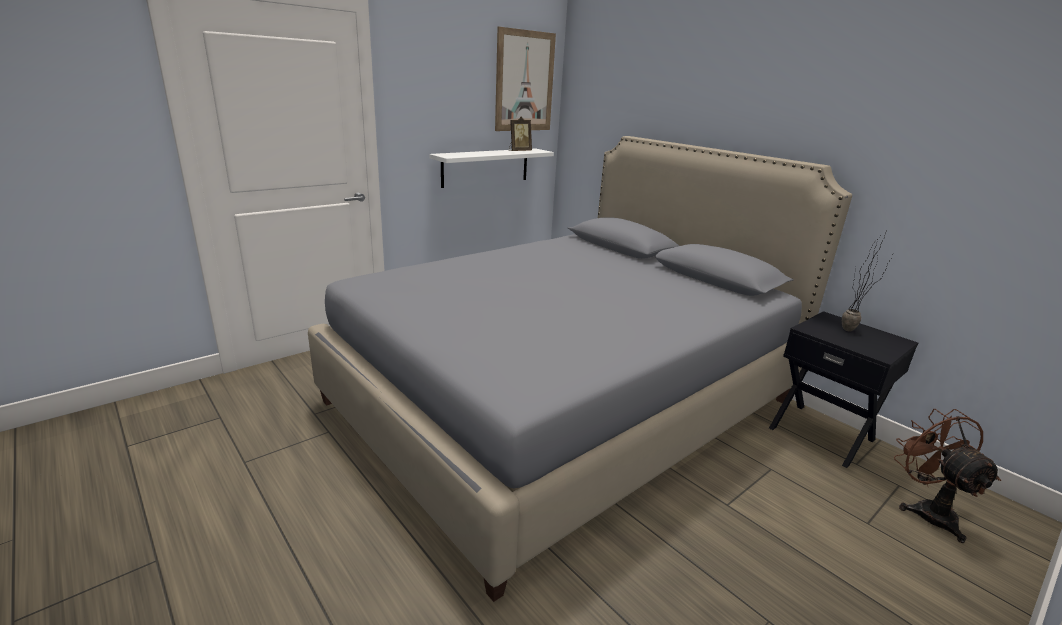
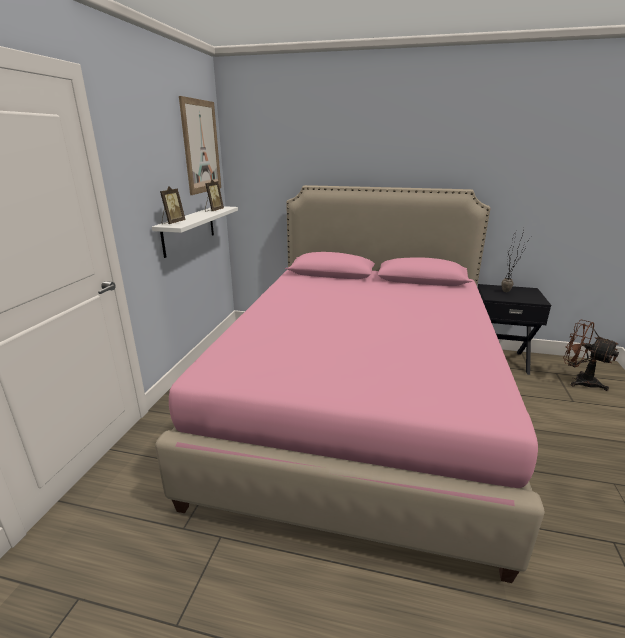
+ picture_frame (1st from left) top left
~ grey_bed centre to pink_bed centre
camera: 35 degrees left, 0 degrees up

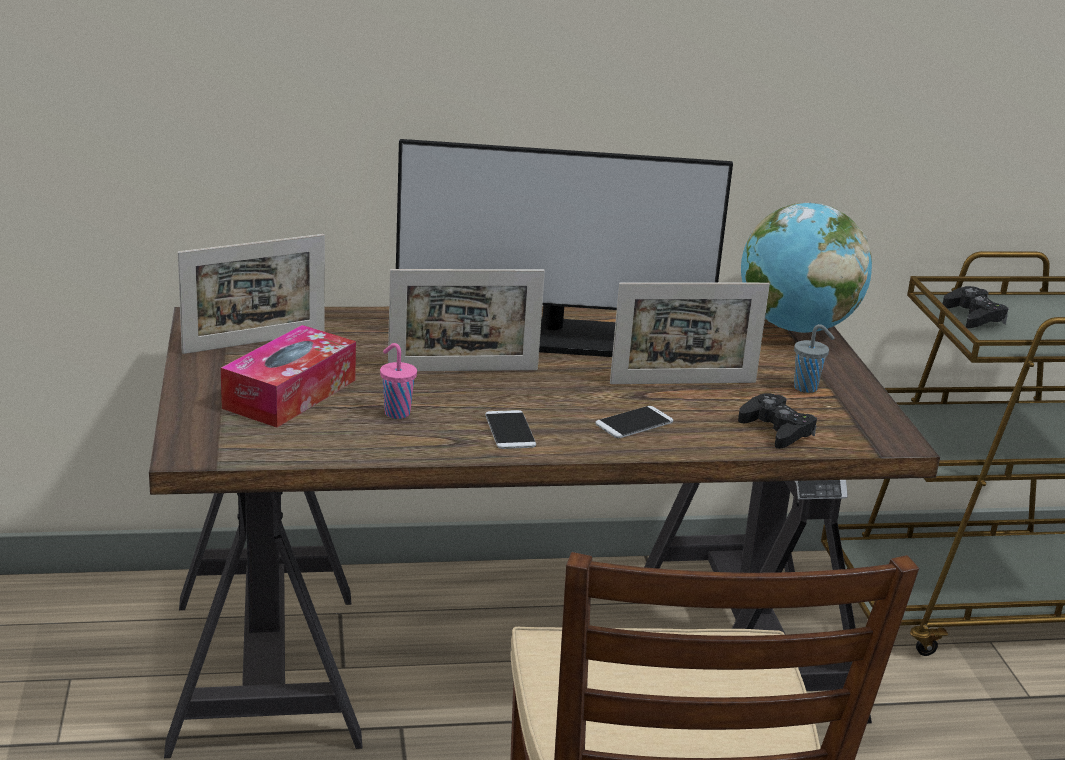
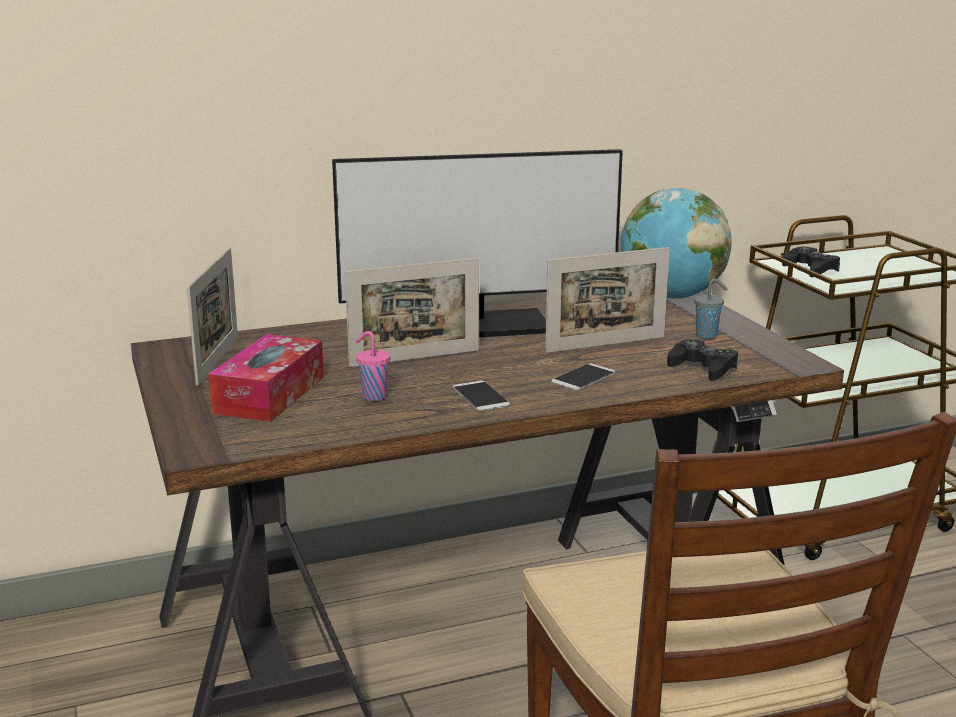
~ picture_frame (1st from left) middle left = middle left 45 degrees counterclockwise
camera: 10 degrees left, 5 degrees down

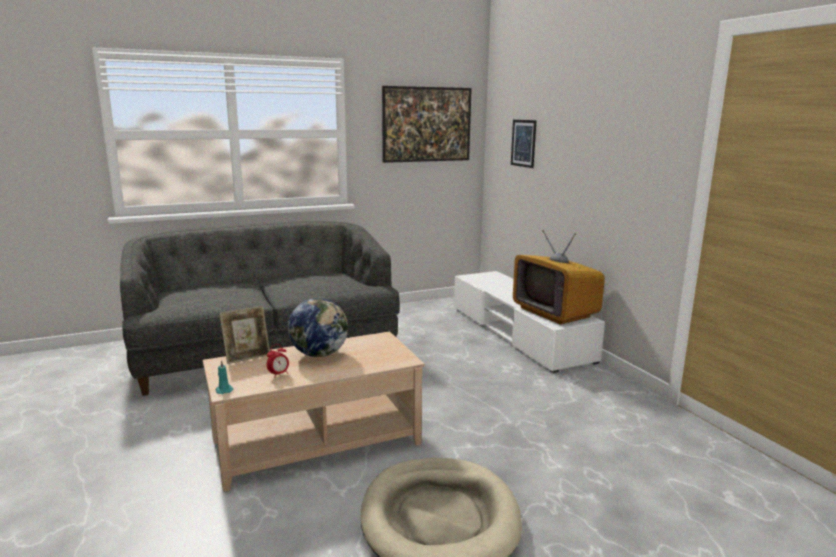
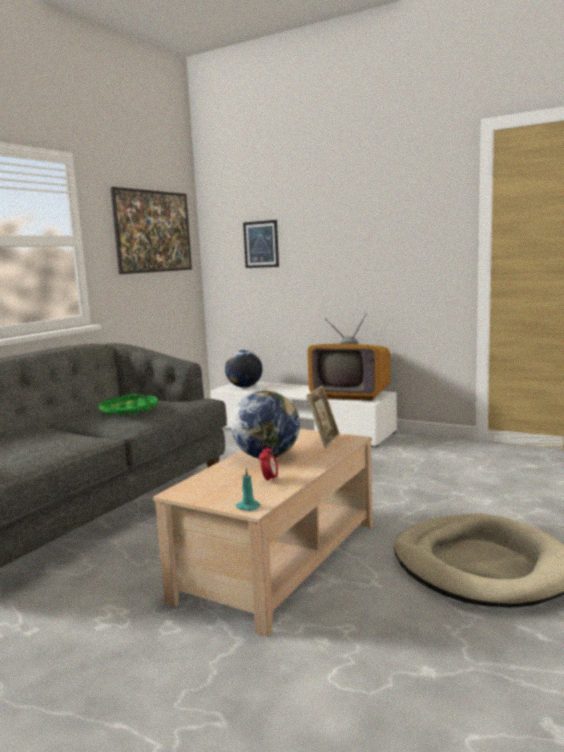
+ green_tray middle left
+ globe (1st from left) centre
~ picture_frame middle left to centre
camera: 35 degrees left, 5 degrees down

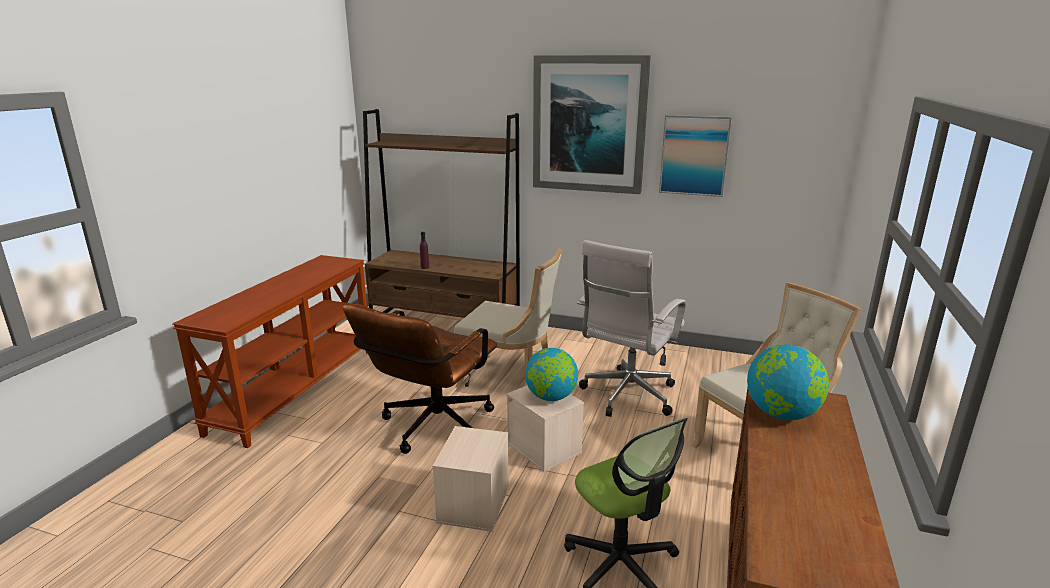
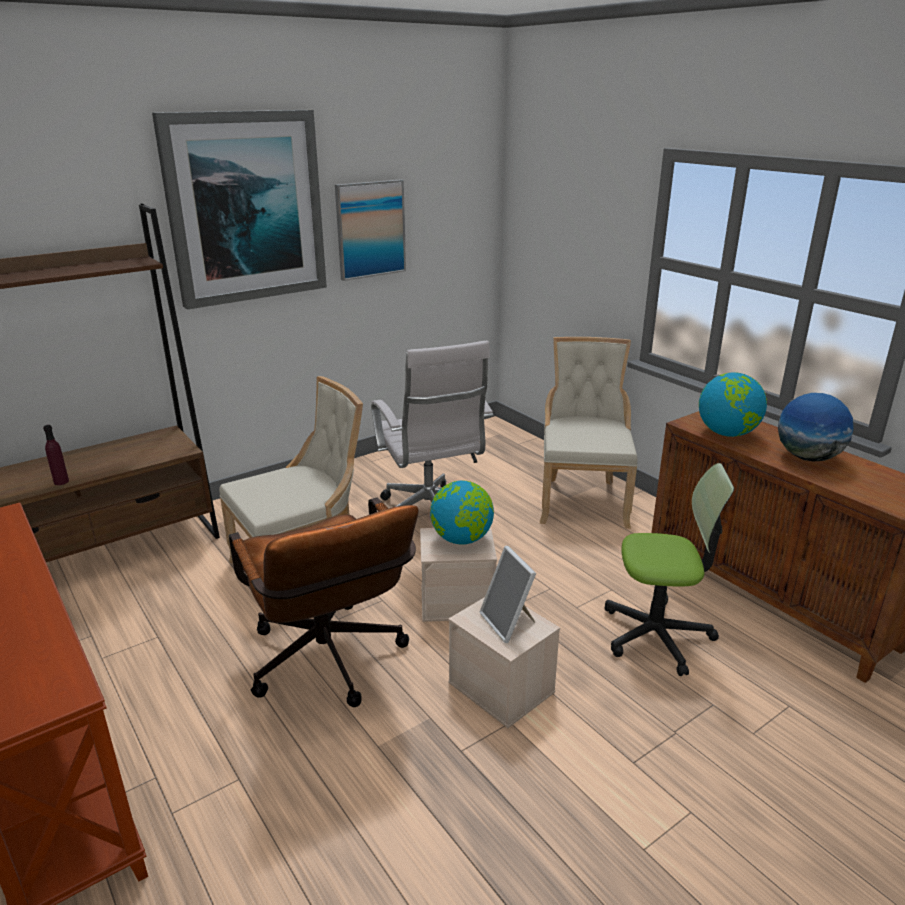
+ picture_frame centre
+ globe (3rd from left) middle right
camera: 55 degrees left, 5 degrees up

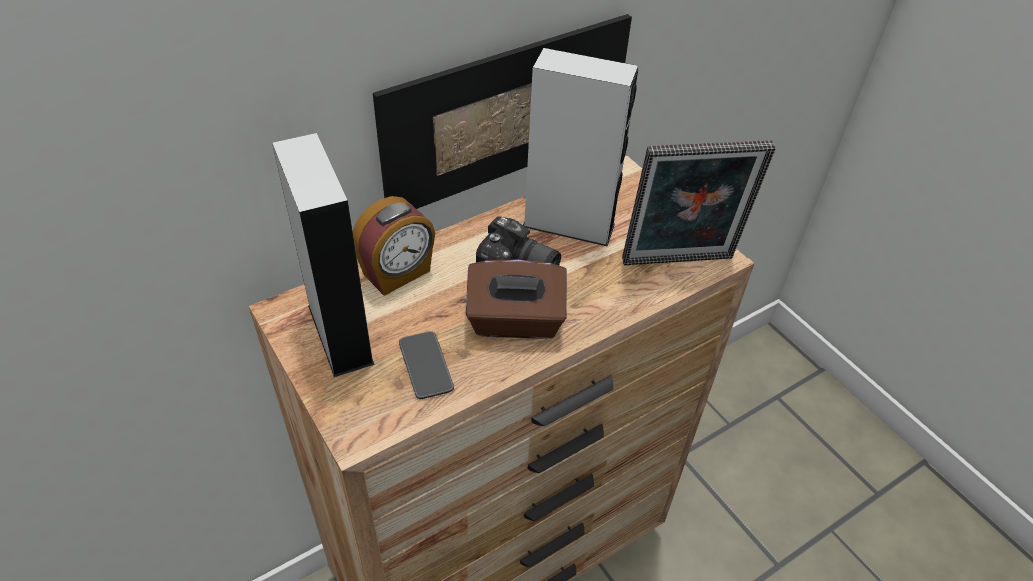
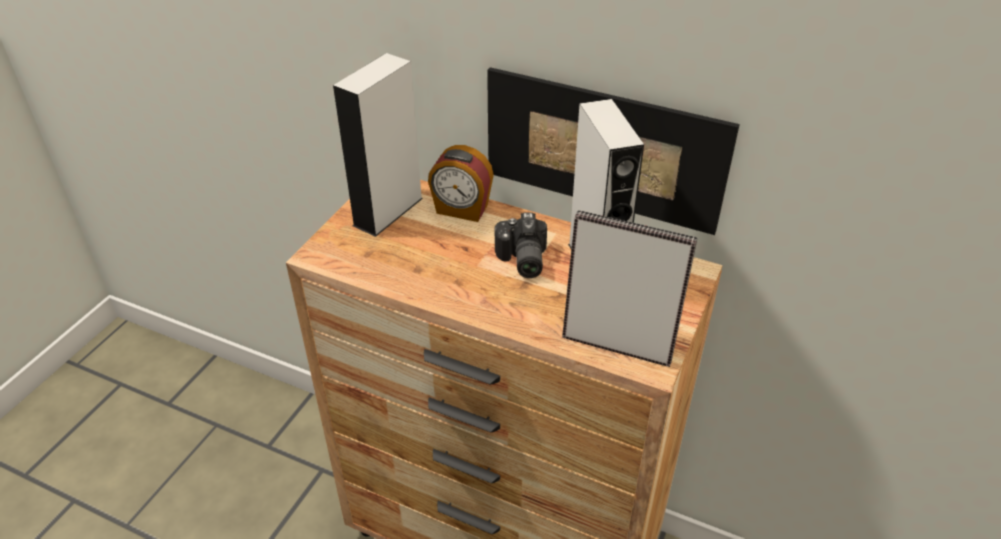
- phone centre
- brown_tissue_box centre
~ picture_frame middle right = centre 150 degrees clockwise
camera: 60 degrees right, 5 degrees down

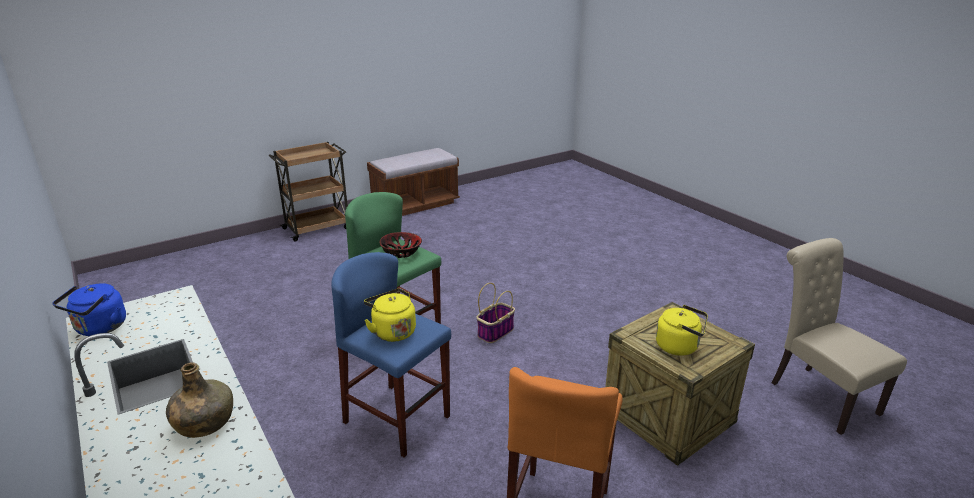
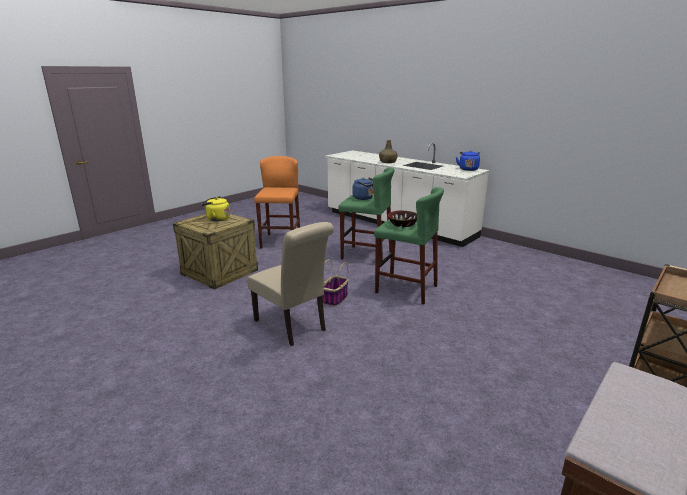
~ beige_chair bottom right to centre
~ blue_stool bottom centre to green_stool (1st from left) centre
~ yellow_kettle (1st from left) centre to blue_kettle (1st from left) centre
camera: 165 degrees right, 5 degrees down

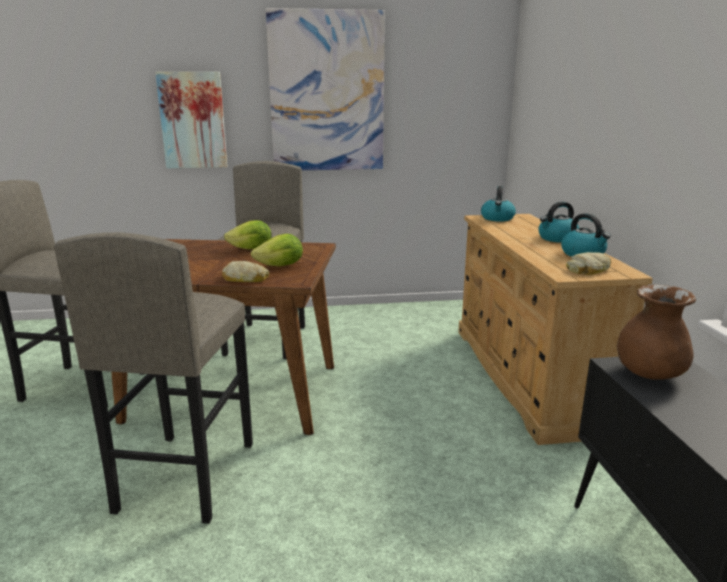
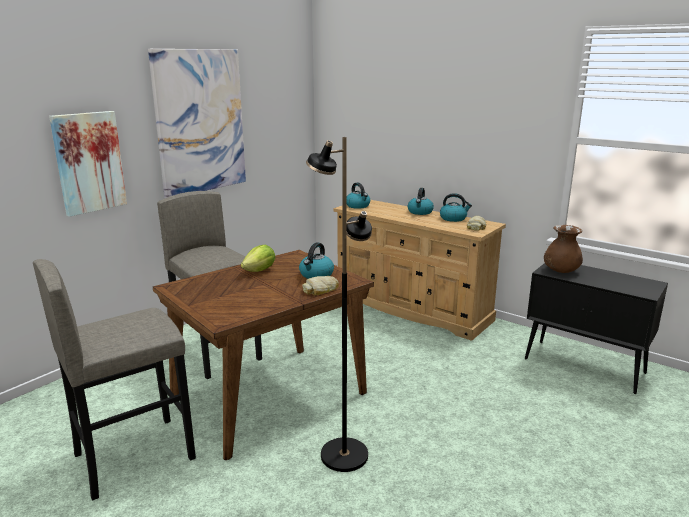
~ grey_stool (2nd from left) middle left to black_floor_lamp centre
~ lettuce (2nd from left) centre to kettle (1st from left) centre
camera: 45 degrees left, 0 degrees up

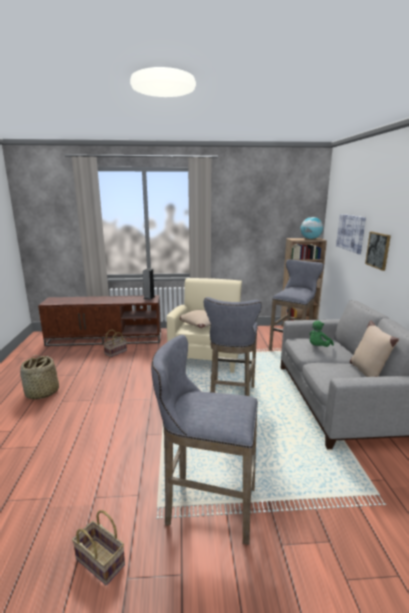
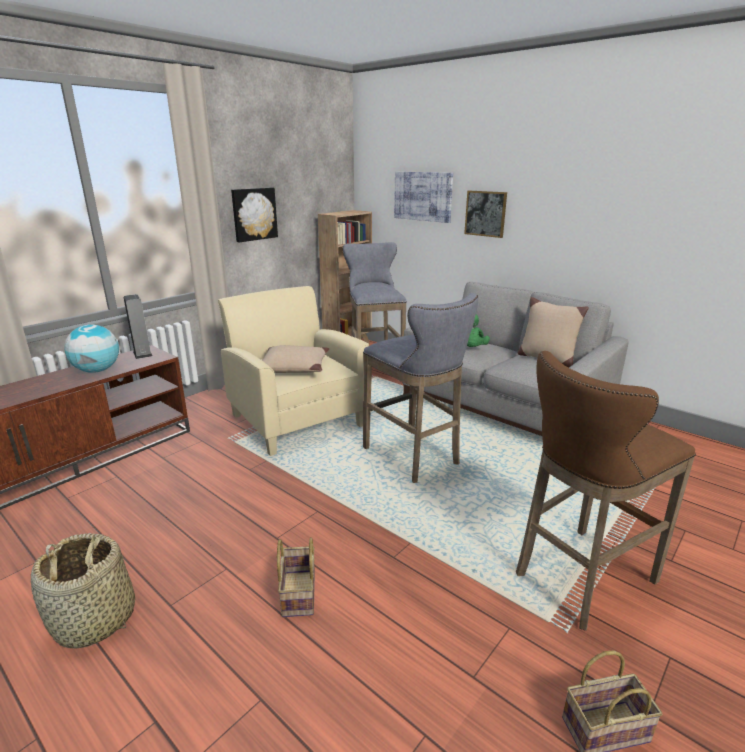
+ picture (1st from left) top centre
~ basket (3rd from left in the first image) middle left to basket (2nd from left) bottom centre
~ globe middle right to middle left
~ grey_stool (1st from left) bottom centre to brown_stool middle right
camera: 45 degrees left, 5 degrees up

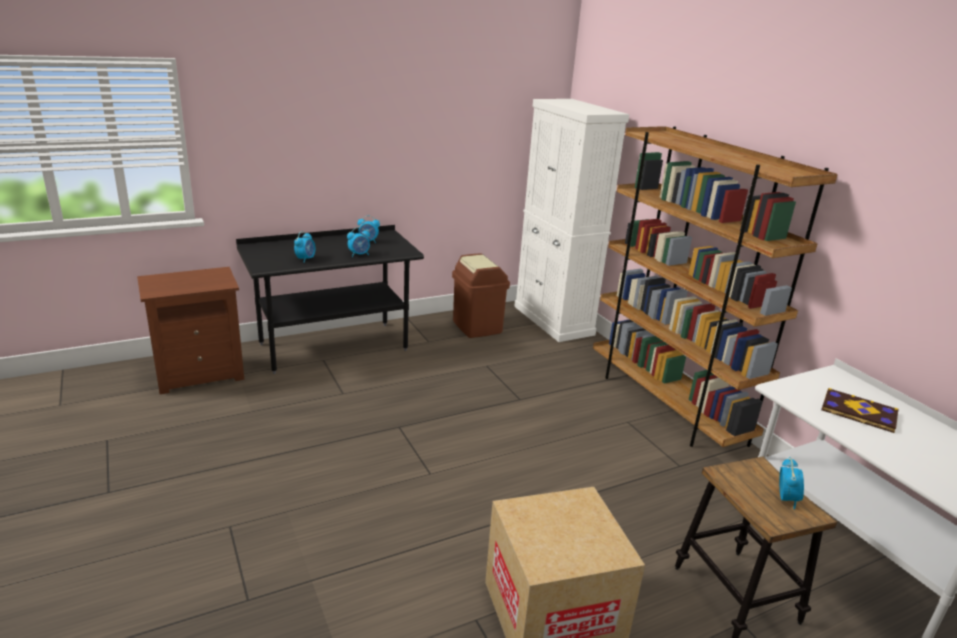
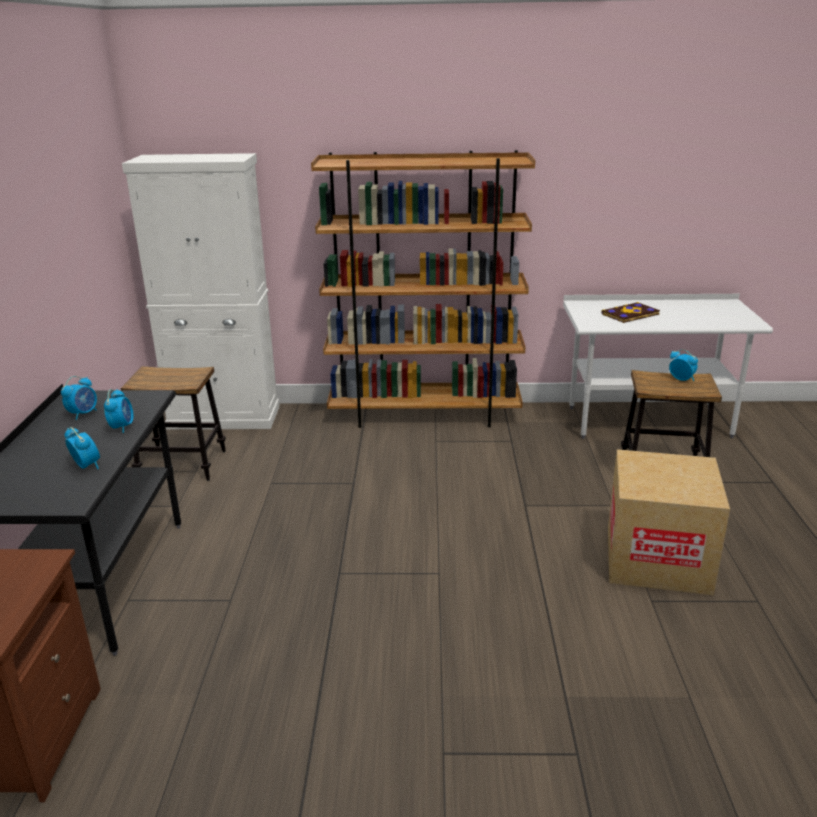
~ brown_trash_can centre to stool (1st from left) middle left
camera: 60 degrees left, 0 degrees up

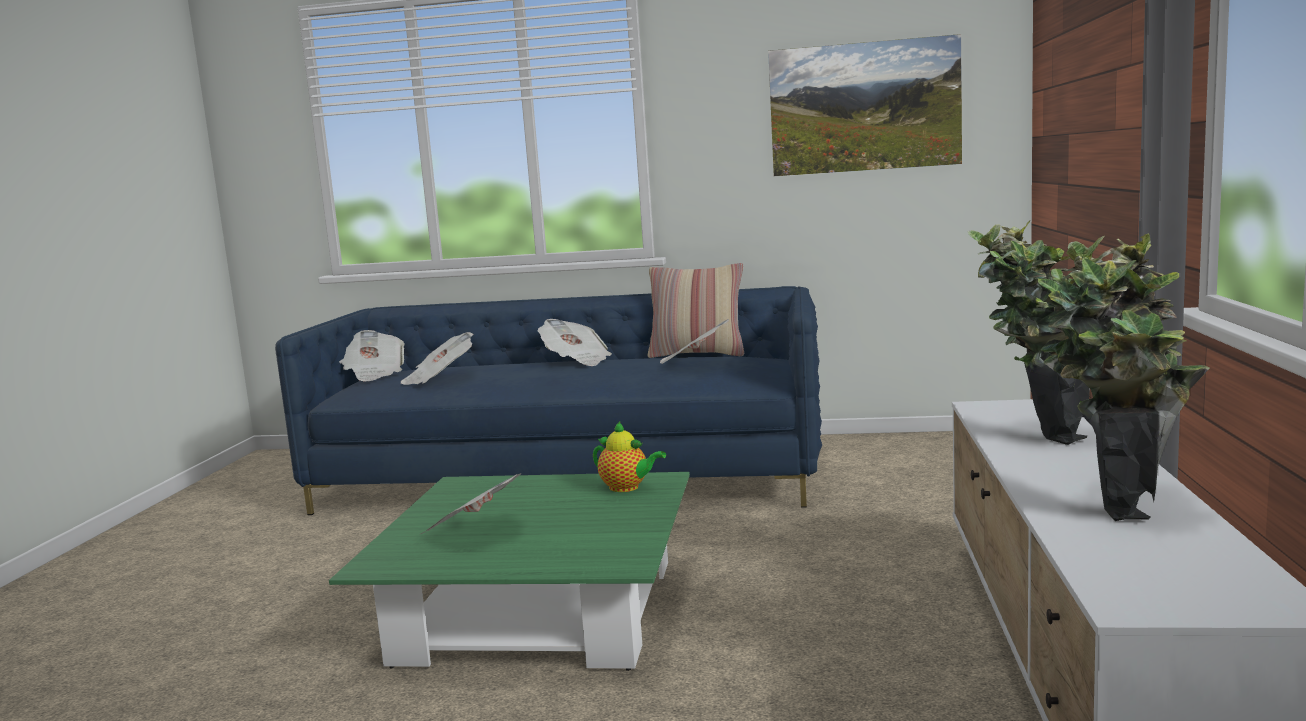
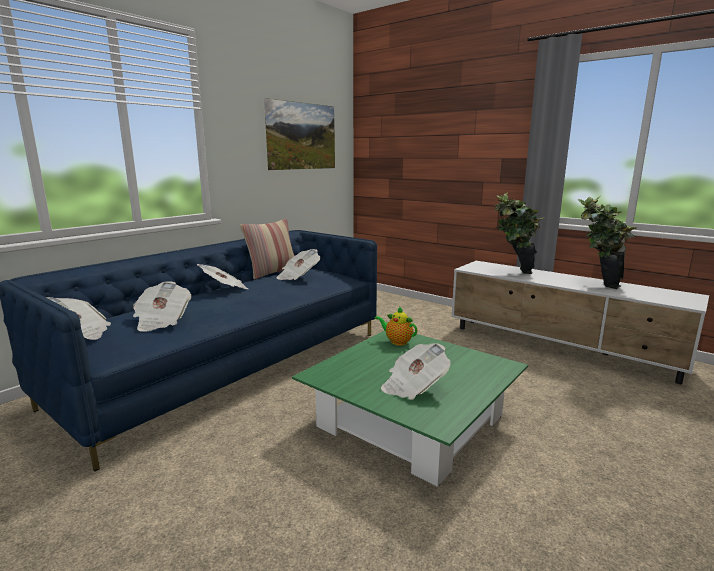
~ teapot centre = centre 120 degrees counterclockwise
camera: 60 degrees left, 5 degrees up

